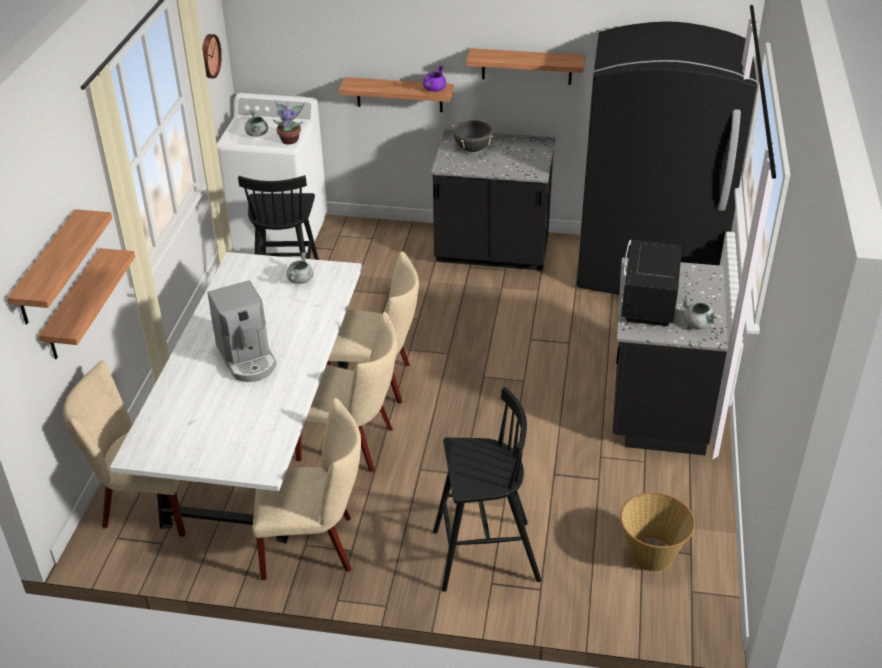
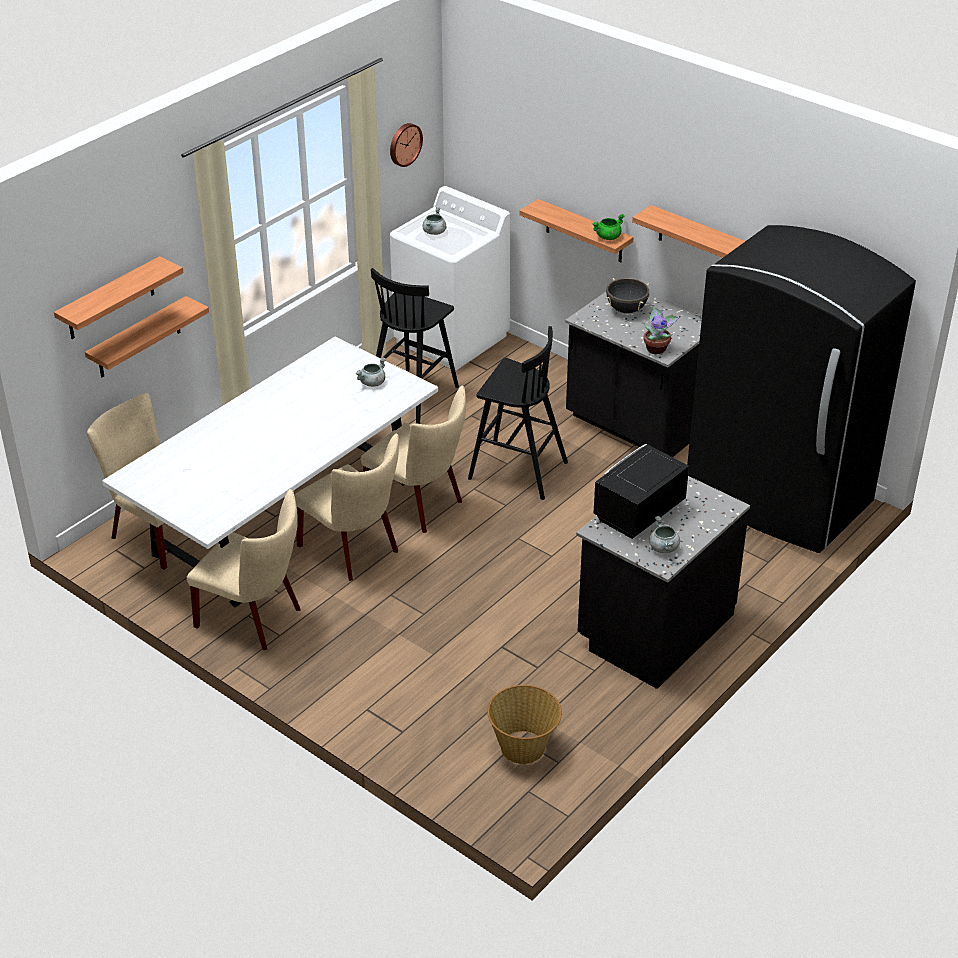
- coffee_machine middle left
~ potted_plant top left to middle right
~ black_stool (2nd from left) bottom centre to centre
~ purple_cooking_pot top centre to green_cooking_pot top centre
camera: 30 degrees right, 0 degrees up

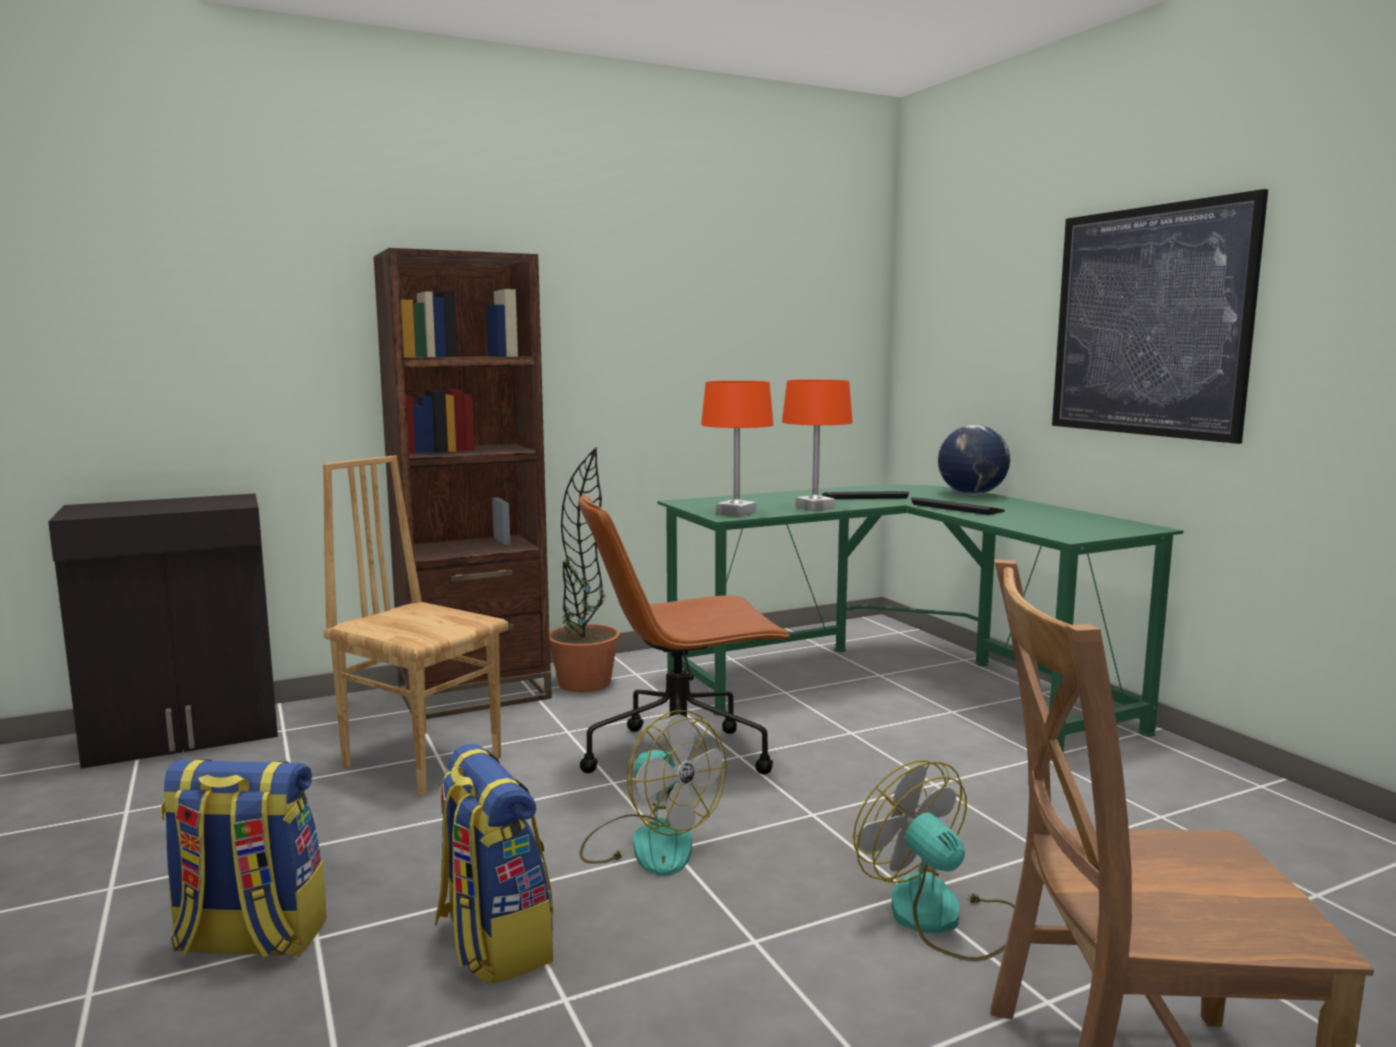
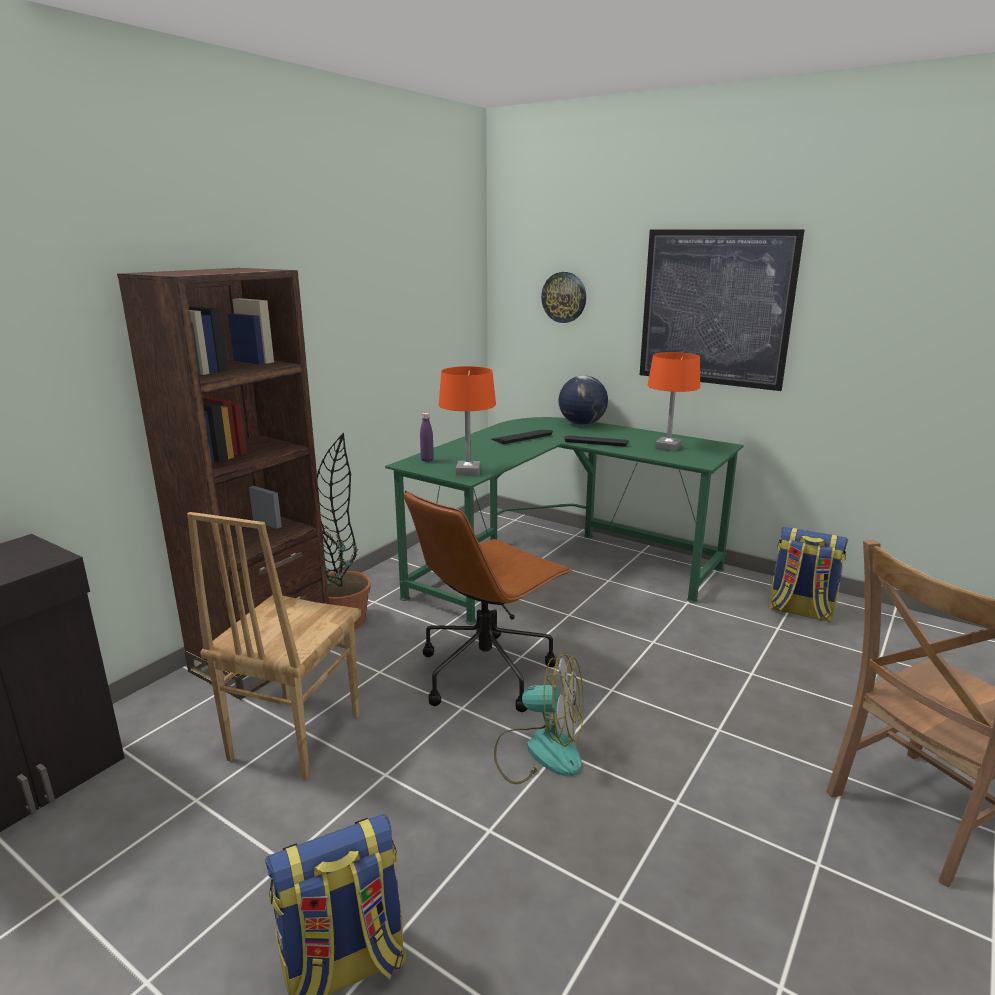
- fan (2nd from left) bottom right
+ purple_bottle centre
+ wall_clock top centre
~ backpack (2nd from left) bottom centre to middle right
~ orange_table_lamp (2nd from left) centre to middle right
~ brown_chair (1st from left) middle left = middle left 75 degrees counterclockwise
camera: 30 degrees left, 10 degrees up

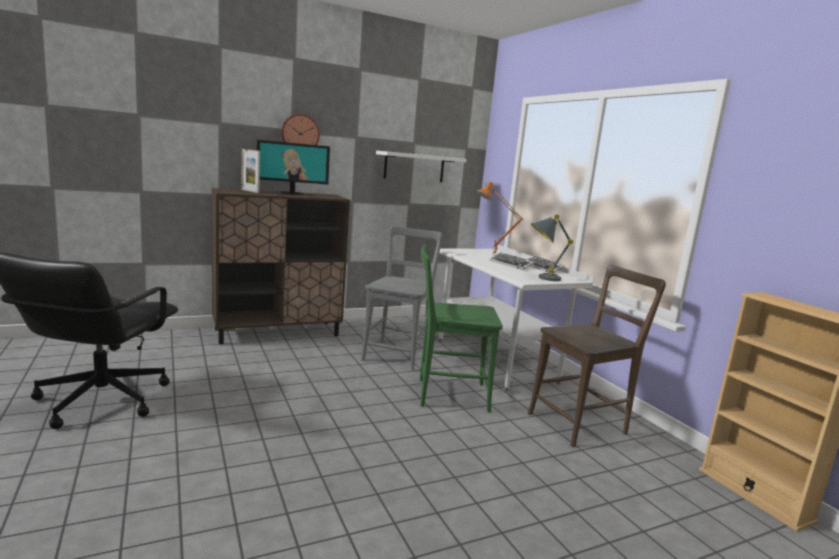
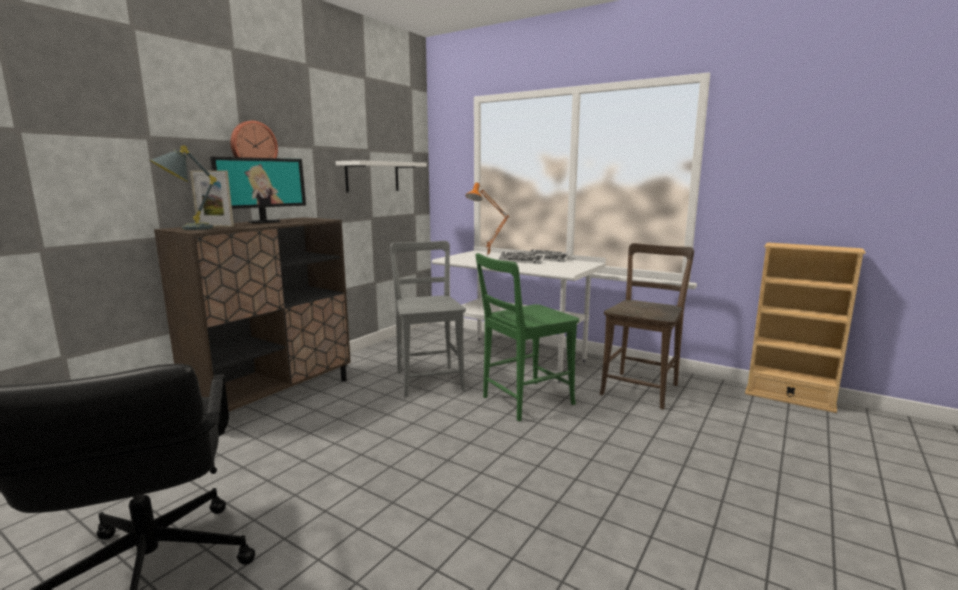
~ grey_table_lamp centre to top left
camera: 30 degrees left, 0 degrees up

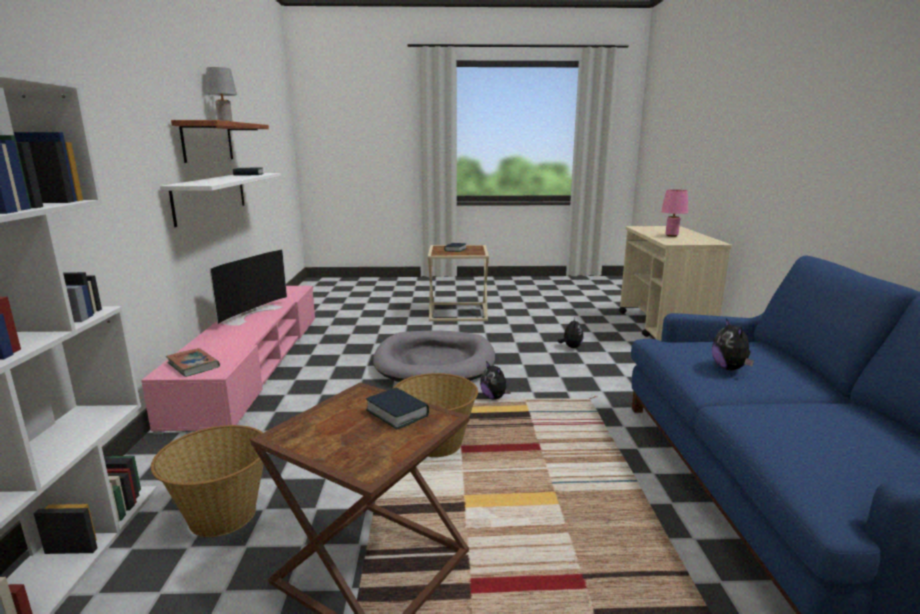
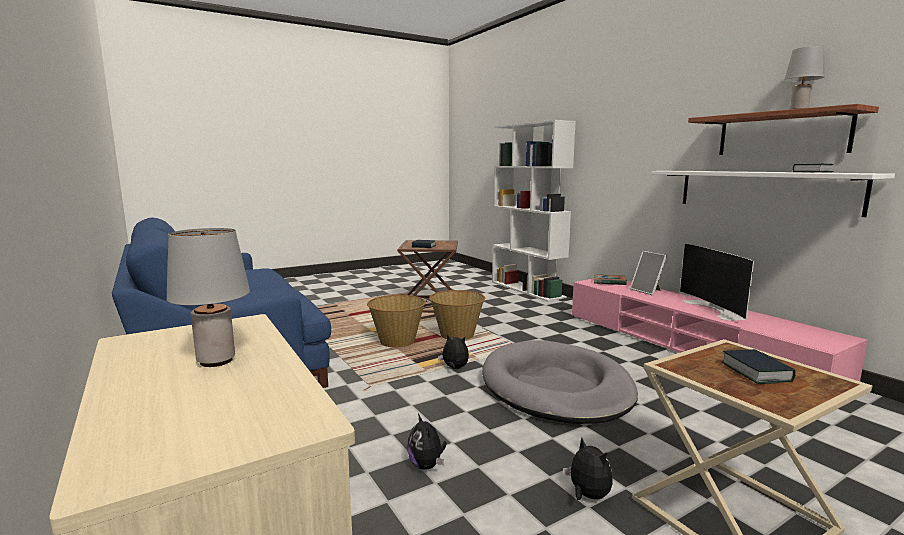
+ picture_frame middle right
~ basket (1st from left) bottom left to centre
~ plush_toy (3rd from left) middle right to bottom centre
~ pink_table_lamp middle right to grey_table_lamp (1st from left) middle left
camera: 150 degrees right, 5 degrees down

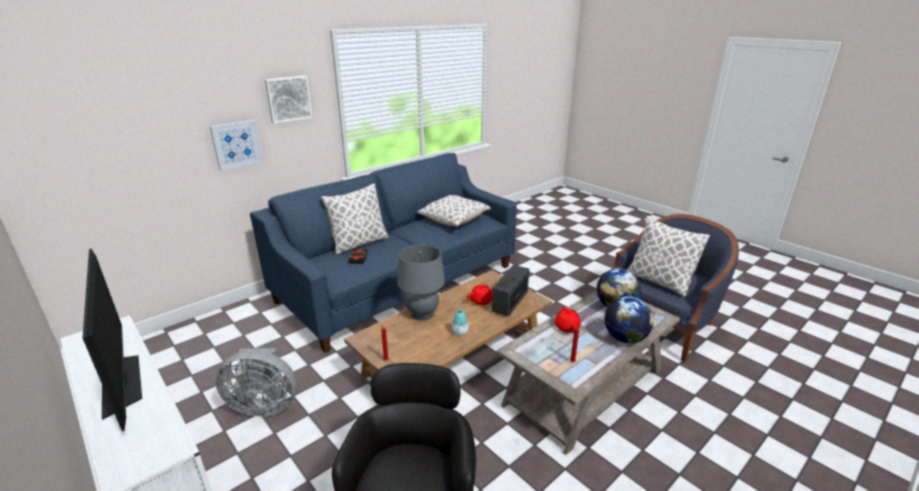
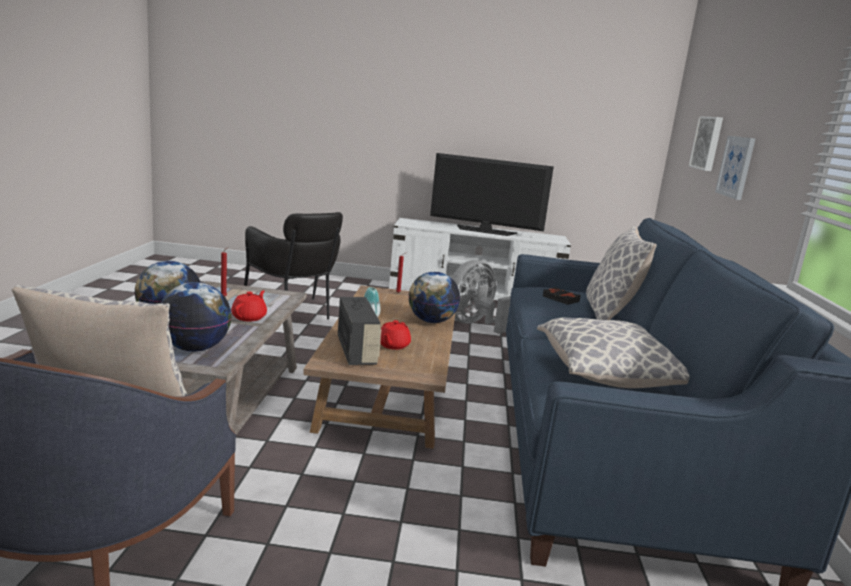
~ picture (2nd from left in the first image) top left to picture (1st from left) top right
~ grey_table_lamp centre to globe (3rd from left) centre
~ red_teapot (2nd from left in the first image) centre = middle left 60 degrees clockwise
camera: 135 degrees right, 10 degrees down

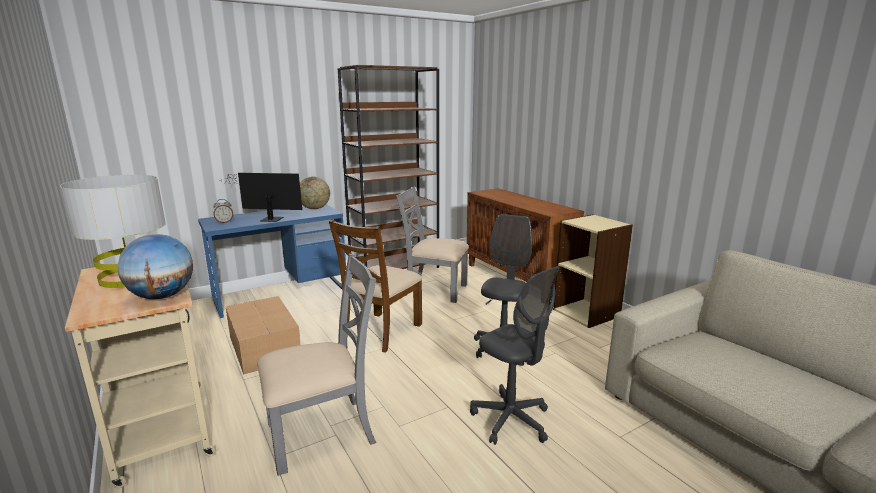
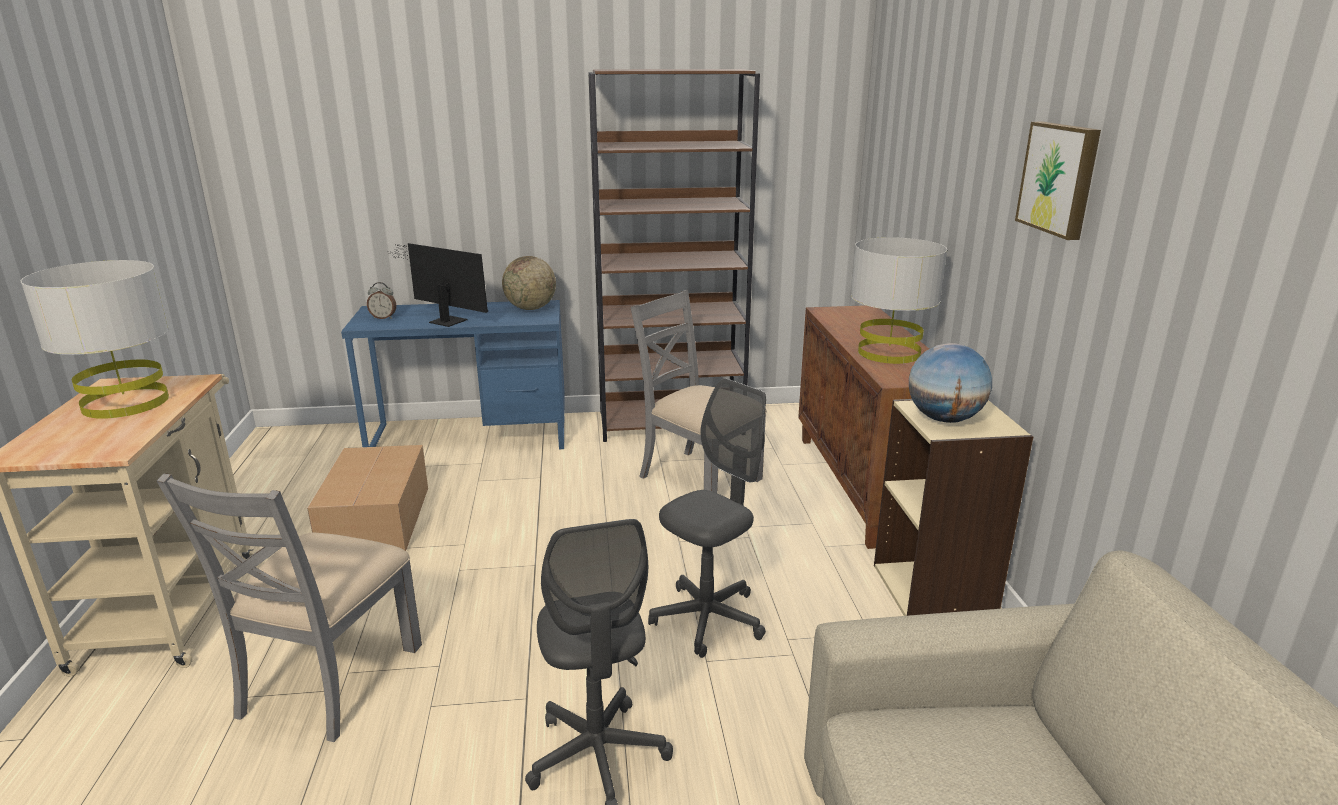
- brown_chair centre
+ grey_table_lamp (2nd from left) middle right
+ picture top right
~ globe (1st from left in the first image) middle left to globe (2nd from left) middle right
~ grey_chair (1st from left) bottom centre = bottom left 105 degrees clockwise
camera: 25 degrees right, 5 degrees up

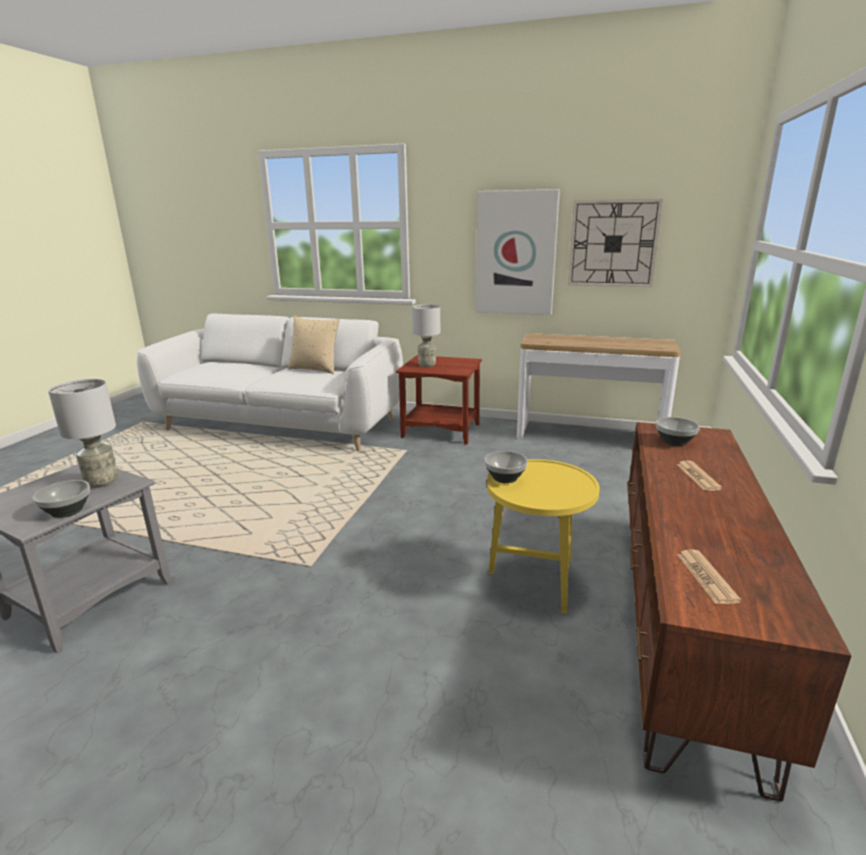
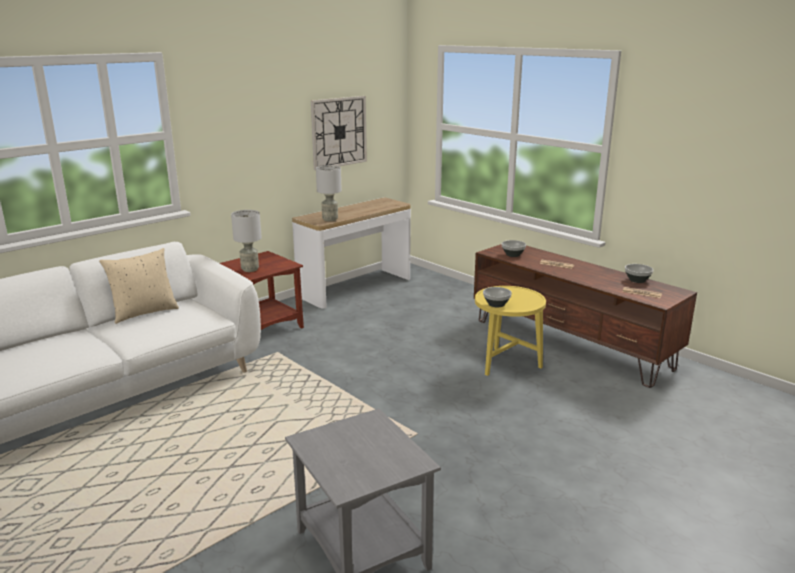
- picture top centre
~ bowl (1st from left in the first image) middle left to bowl (3rd from left) middle right
~ grey_table_lamp (1st from left in the first image) middle left to grey_table_lamp (2nd from left) centre
camera: 60 degrees left, 0 degrees up

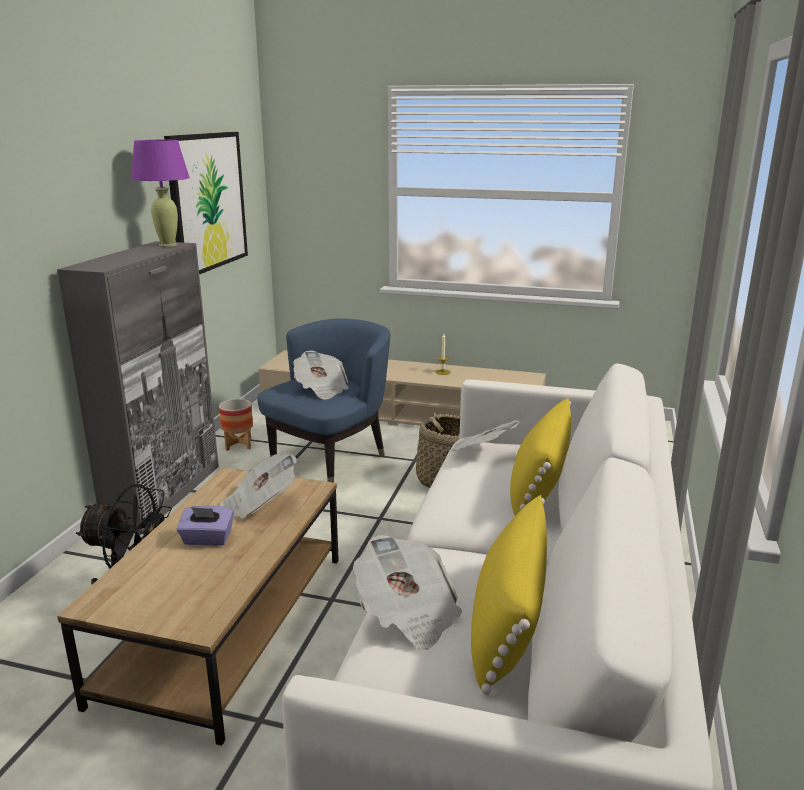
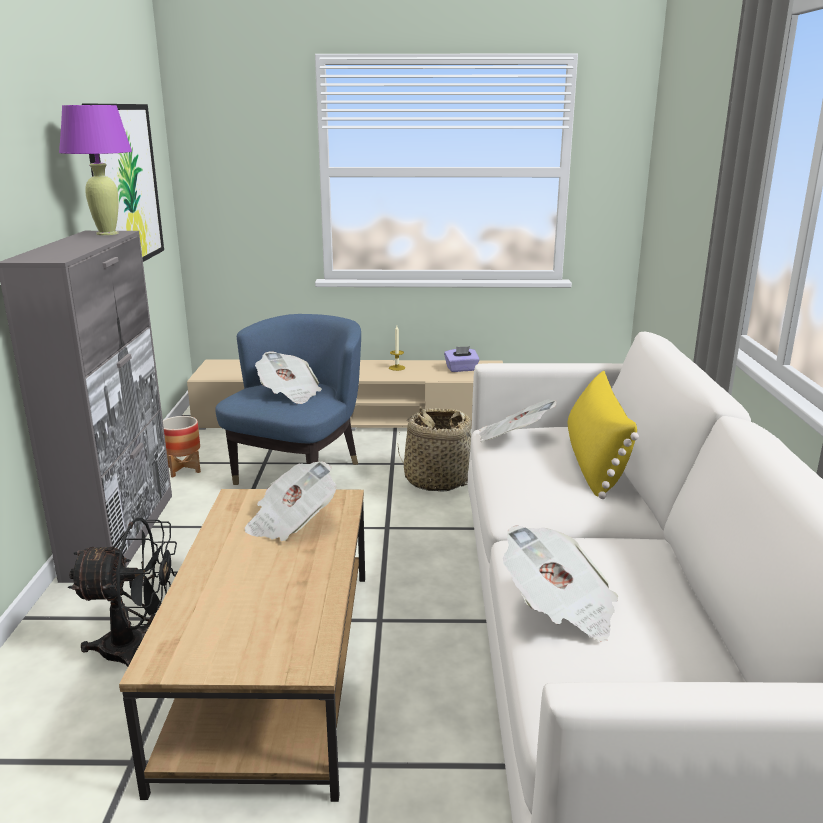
- yellow_pillow (1st from left) bottom centre
~ purple_tissue_box middle left to centre
camera: 15 degrees left, 0 degrees up

